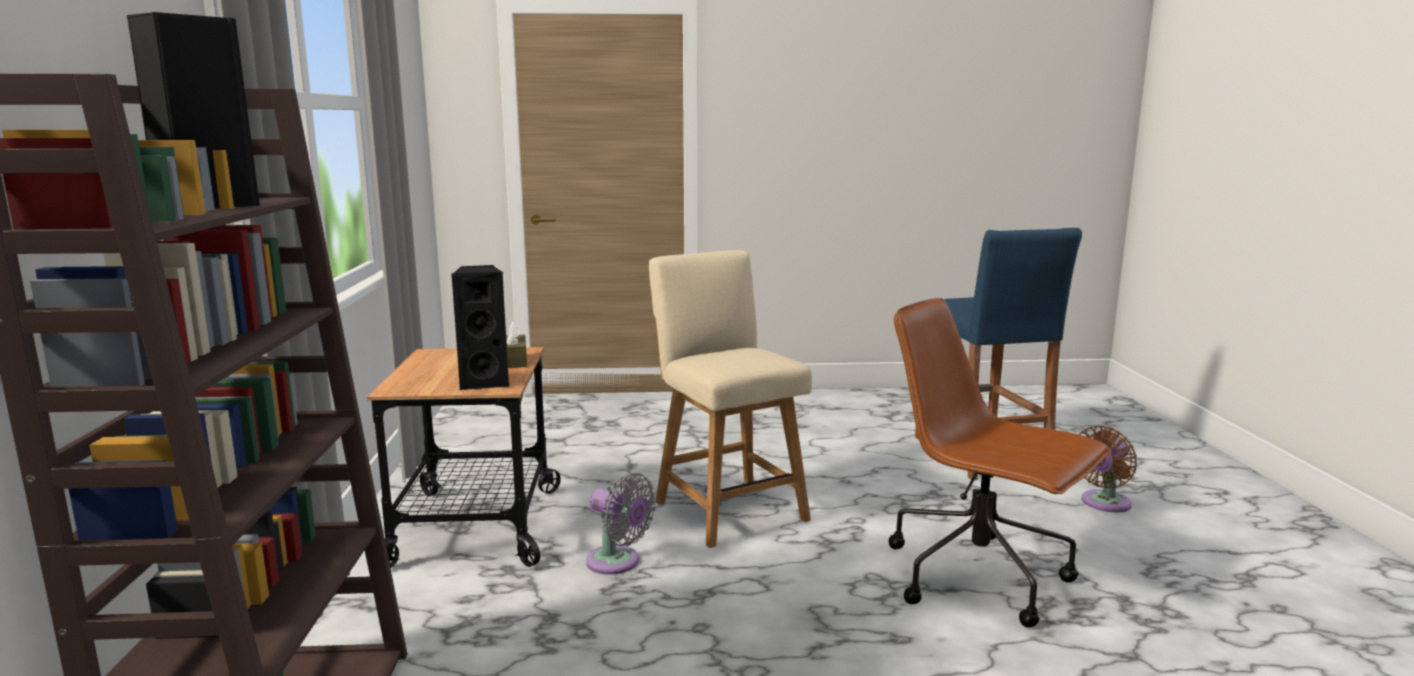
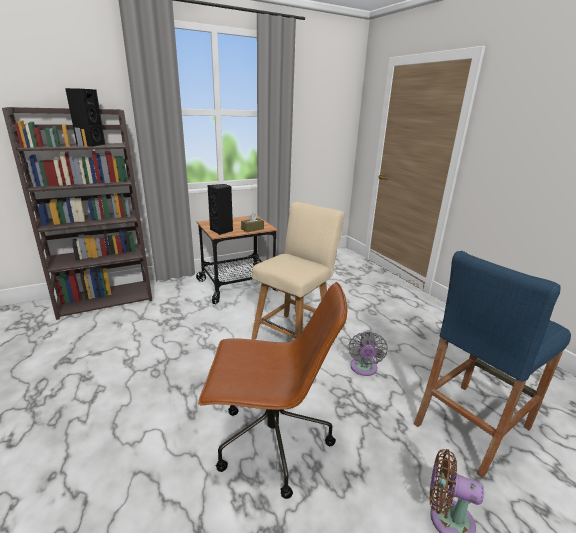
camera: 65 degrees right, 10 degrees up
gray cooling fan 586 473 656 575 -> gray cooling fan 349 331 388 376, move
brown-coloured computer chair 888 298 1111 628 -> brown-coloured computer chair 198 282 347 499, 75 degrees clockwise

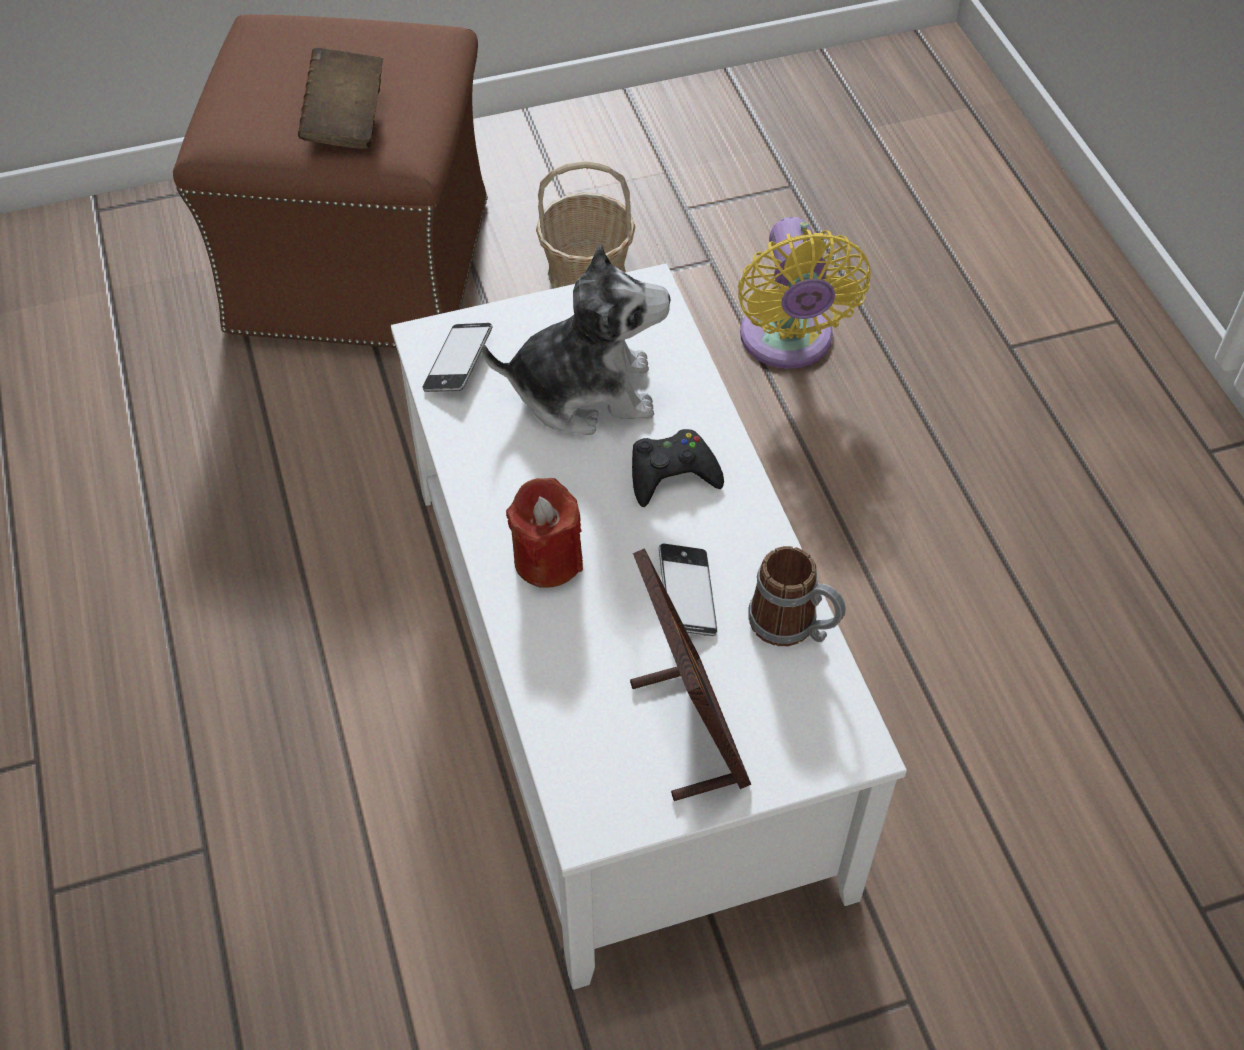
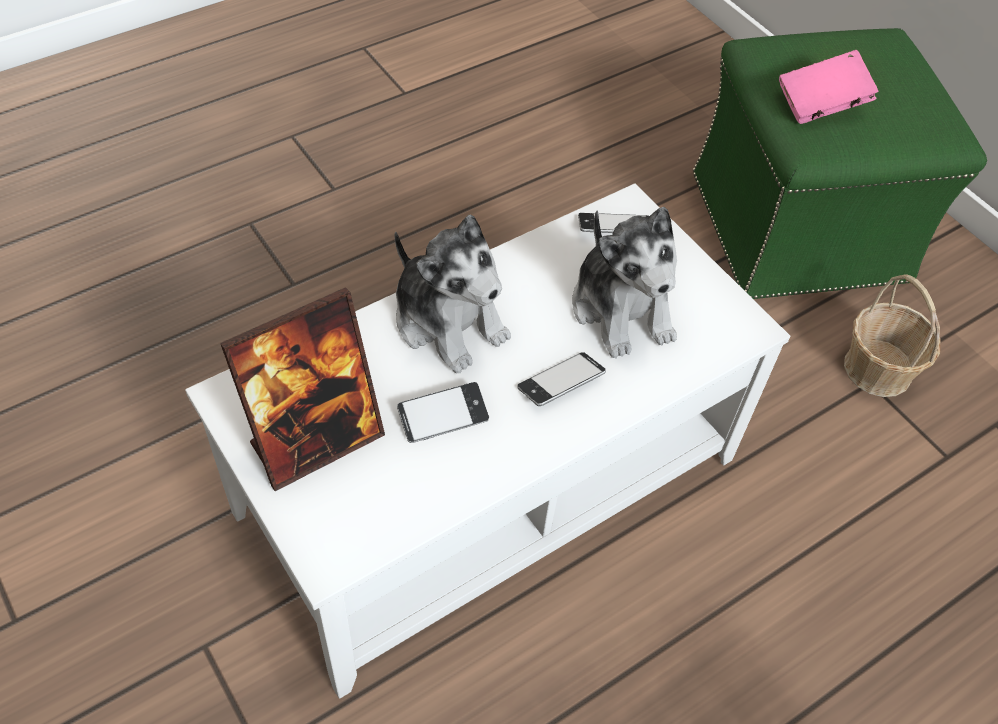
camera: 70 degrees right, 0 degrees up
yellow-coloured cooling fan 738 217 871 369 -> none
tea mug 748 546 846 646 -> none
red wax candle 506 478 583 588 -> soft toy 395 214 511 374
black-coloured gamepad 632 429 724 507 -> phone 517 352 606 406
brown-coloured footrest 173 14 488 348 -> green-coloured footrest 693 28 987 299
brown-coloured book 298 47 383 149 -> pinkish book 779 50 879 124

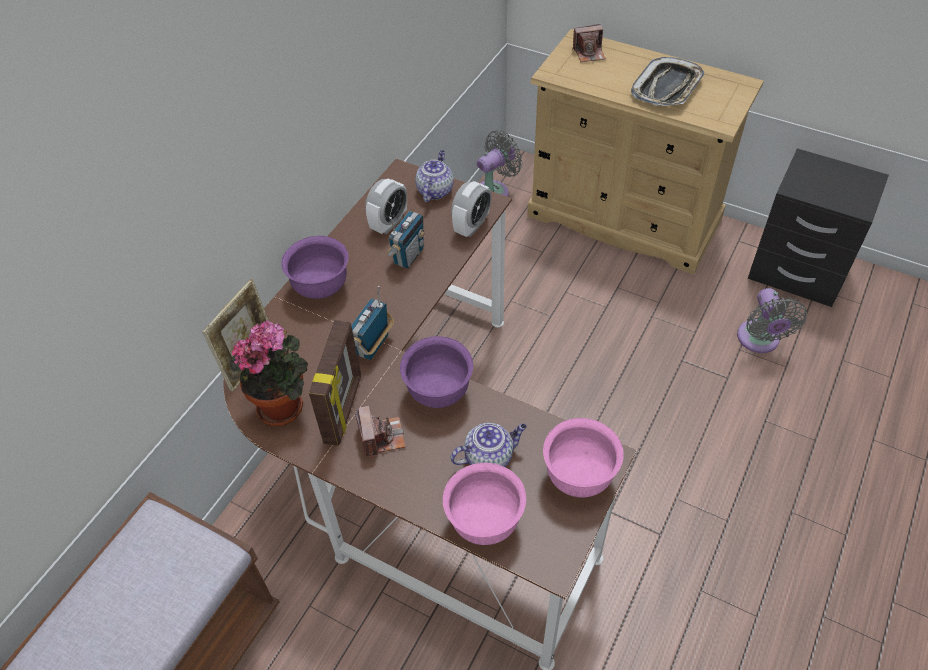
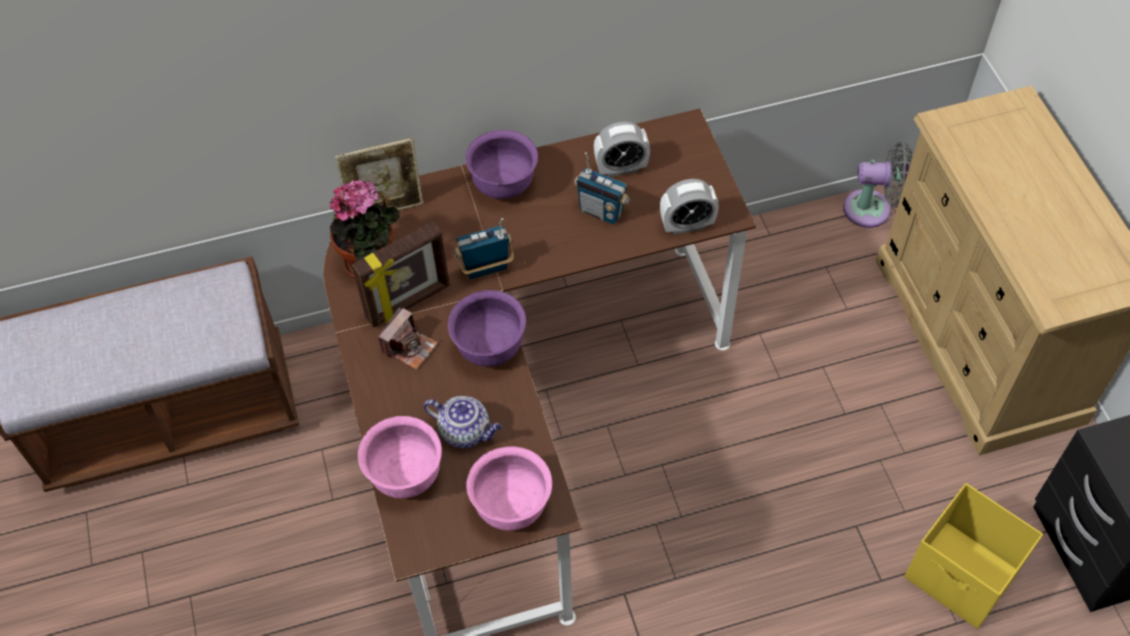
camera: 45 degrees right, 5 degrees up
tea pot 415 150 454 202 -> none
photo camera 572 24 606 62 -> none
carrying tray 631 57 704 106 -> none
gray cooling fan 737 288 807 353 -> yellow-coloured storage container 904 483 1043 629
radio 386 211 425 269 -> radio 574 152 631 224, 45 degrees clockwise

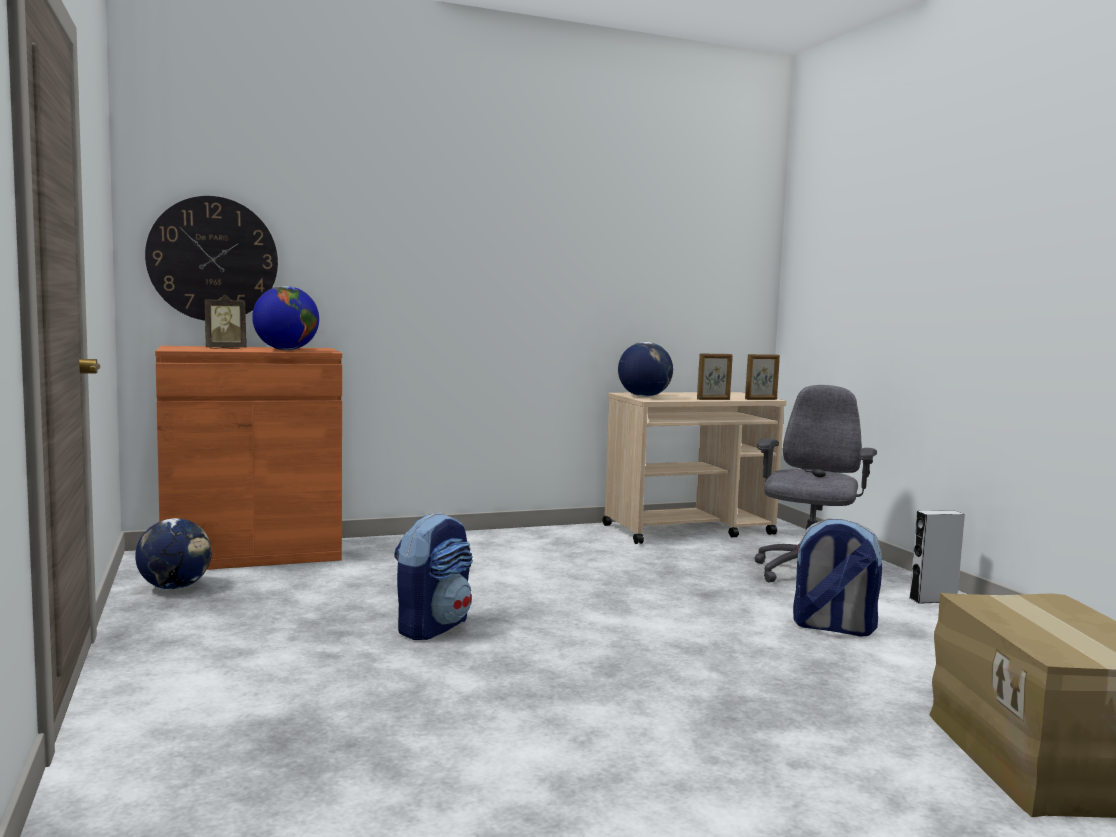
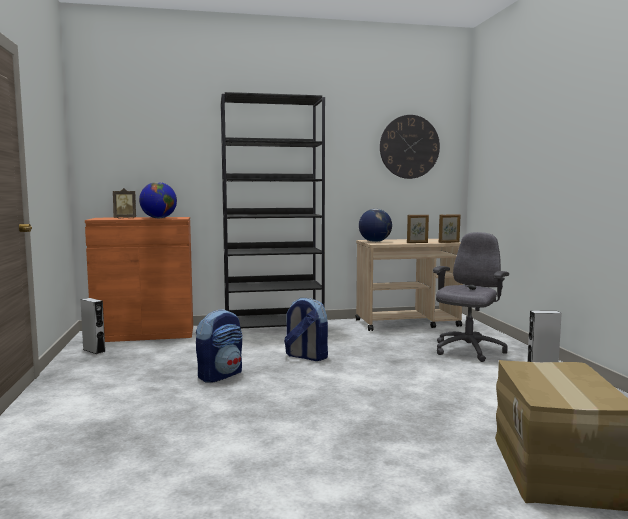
camera: 10 degrees right, 0 degrees up
none -> black-coloured bookcase 221 92 325 328
hanging clock 145 196 278 321 -> hanging clock 380 115 440 179, move
rucksack 793 519 882 637 -> rucksack 284 298 328 361, move
world globe 135 518 212 589 -> gray speaker 80 298 105 354

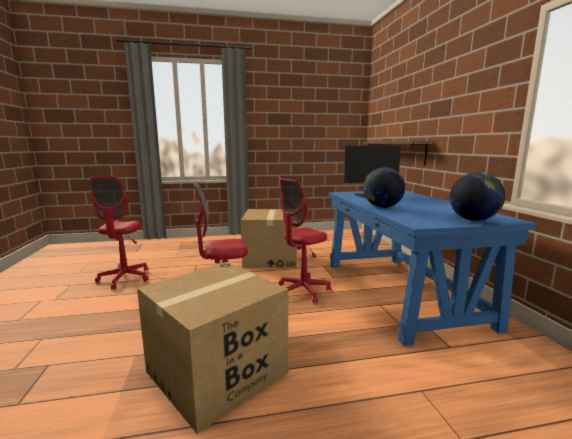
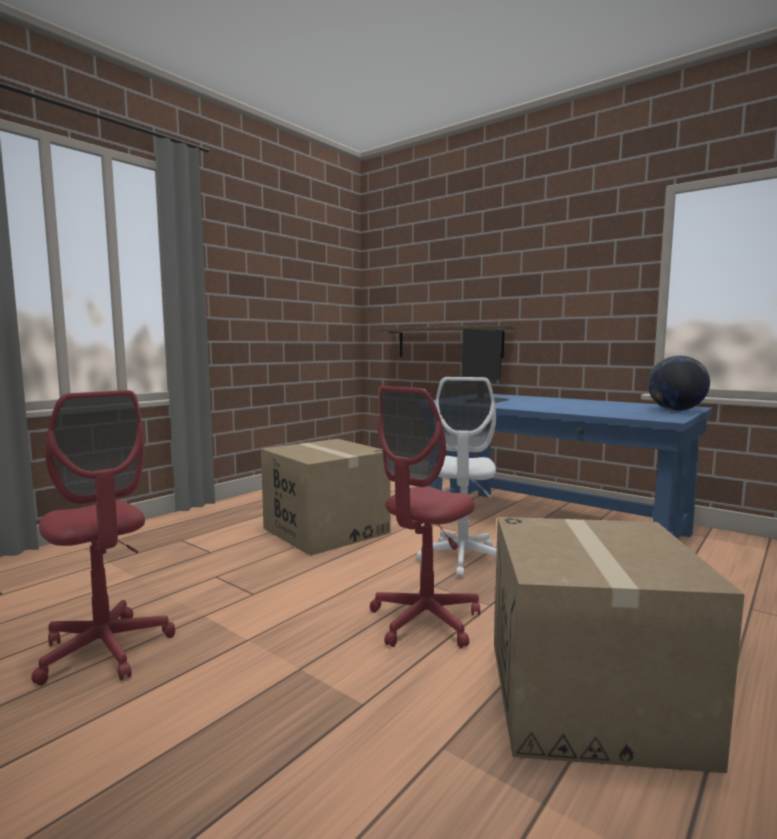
camera: 40 degrees left, 5 degrees down
world globe 364 167 405 208 -> none
red computer chair 279 178 331 303 -> white computer chair 417 377 497 578

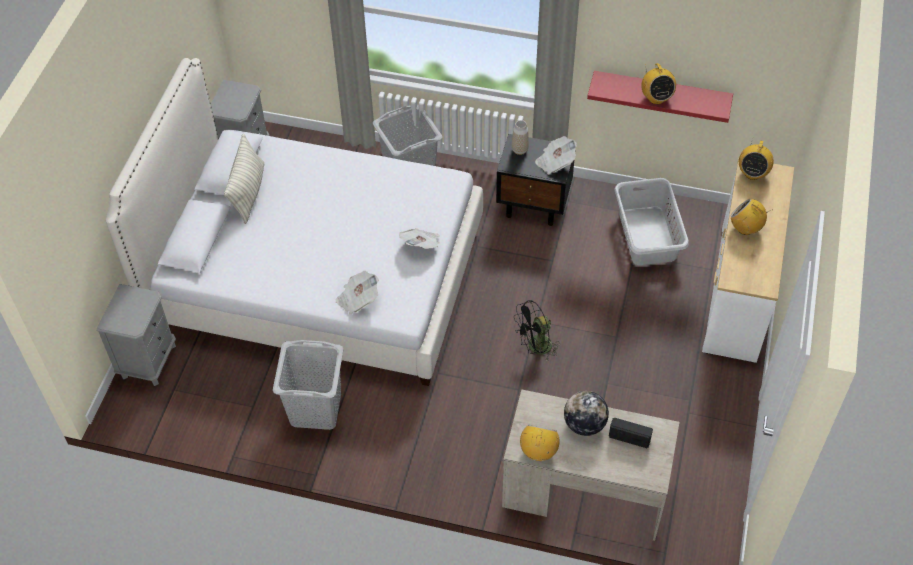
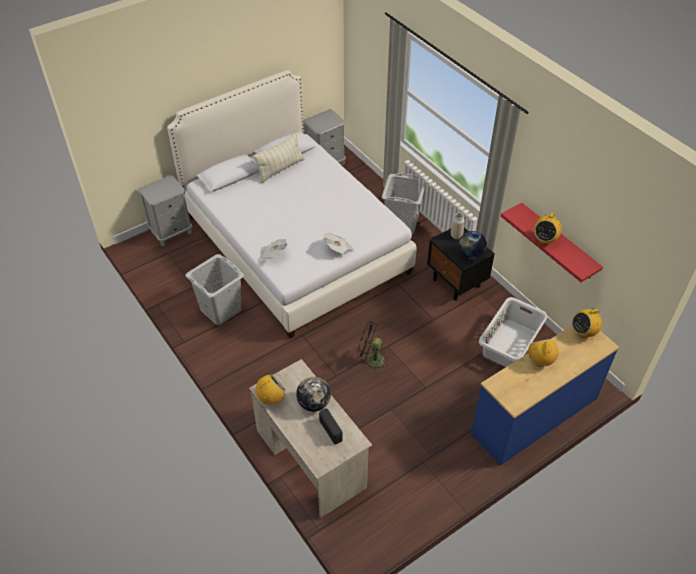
camera: 40 degrees right, 5 degrees down
printed paper 535 136 577 174 -> world globe 458 231 487 260
white chest of drawers 702 158 794 363 -> blue chest of drawers 471 326 619 466

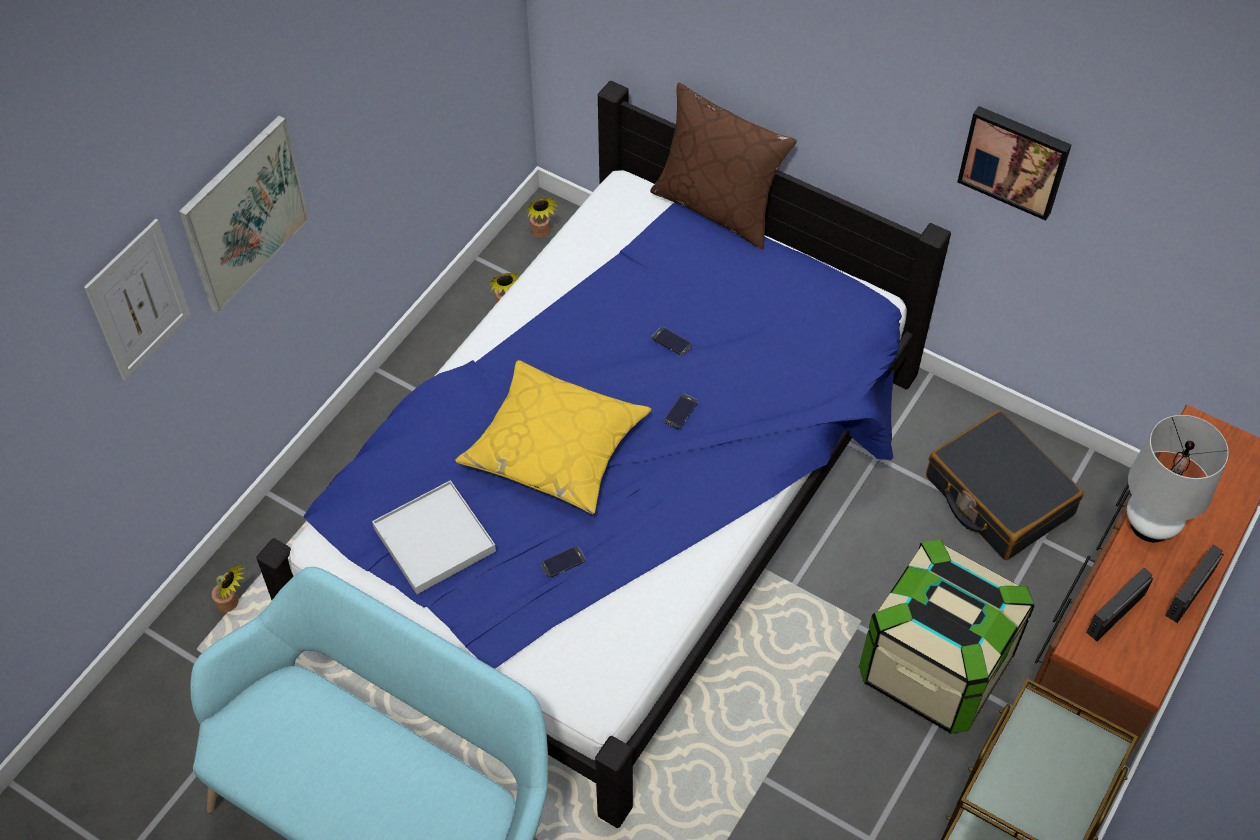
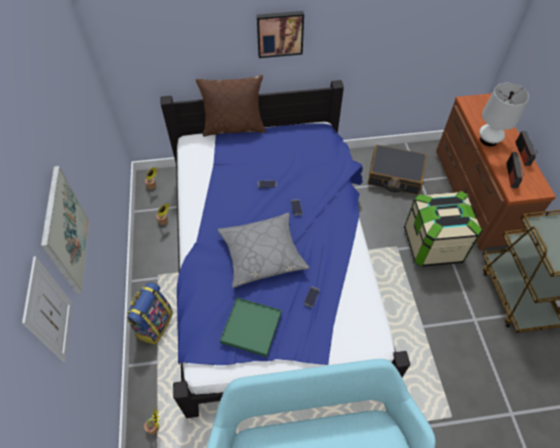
camera: 40 degrees left, 0 degrees up
none -> rucksack 126 282 173 345
picture 957 106 1071 221 -> picture 257 11 304 58, move
white carrying tray 372 480 496 594 -> green-coloured carrying tray 220 298 282 357
yellow-coloured pillow 455 360 651 514 -> gray pillow 218 213 309 288

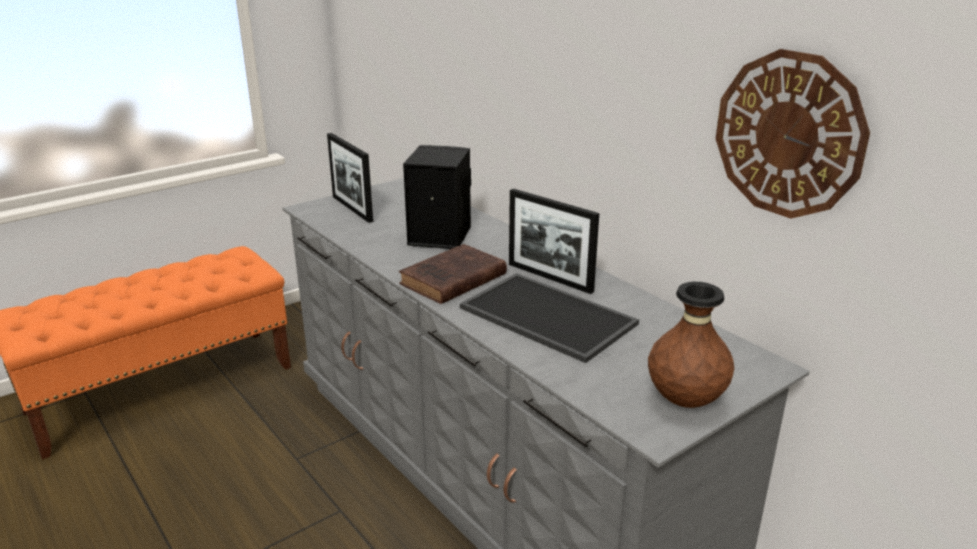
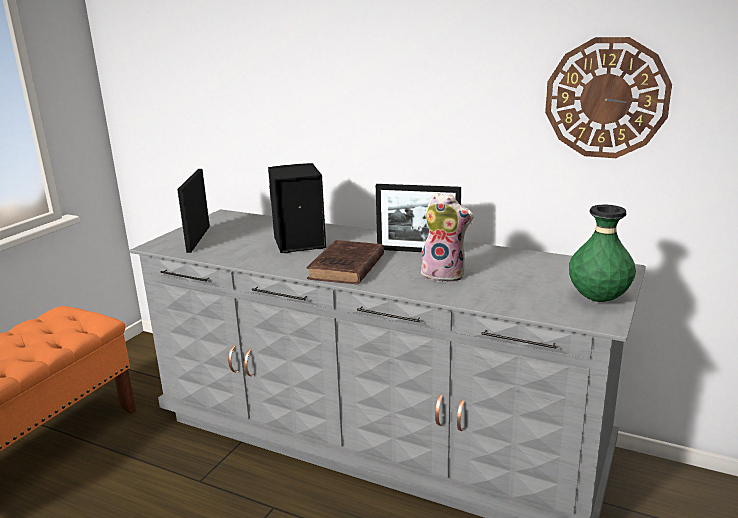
camera: 25 degrees left, 5 degrees down
carrying tray 460 273 639 363 -> soft toy 421 192 474 283
brown-coloured decorative vase 648 282 734 408 -> green-coloured decorative vase 569 205 636 302
standing frame 327 133 373 223 -> standing frame 177 169 210 253, 60 degrees clockwise

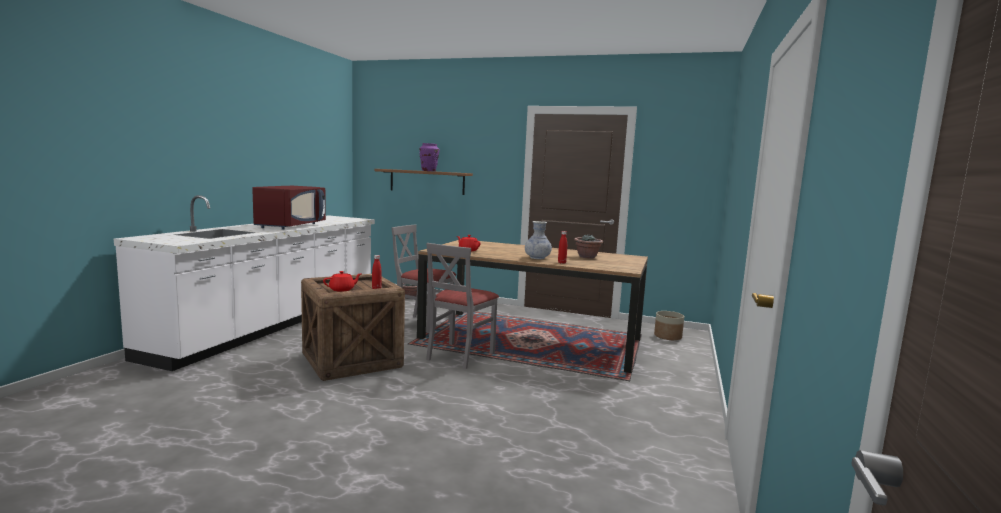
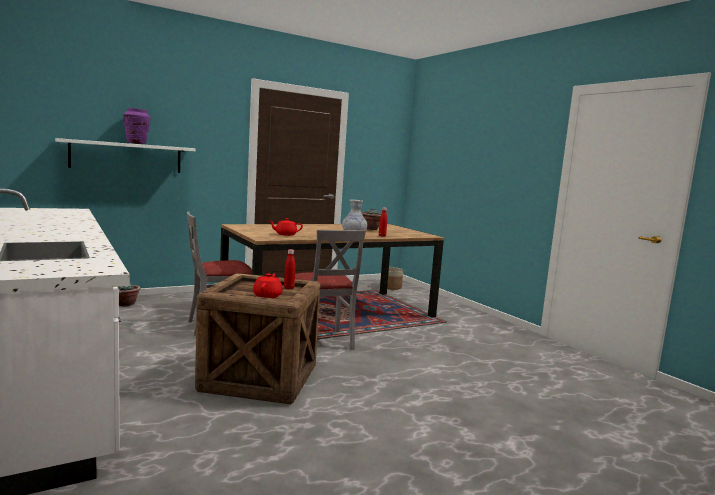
camera: 50 degrees left, 0 degrees up
red microwave 252 186 326 230 -> none
brown-coloured wall shelf 375 169 473 195 -> white wall shelf 55 138 195 173

